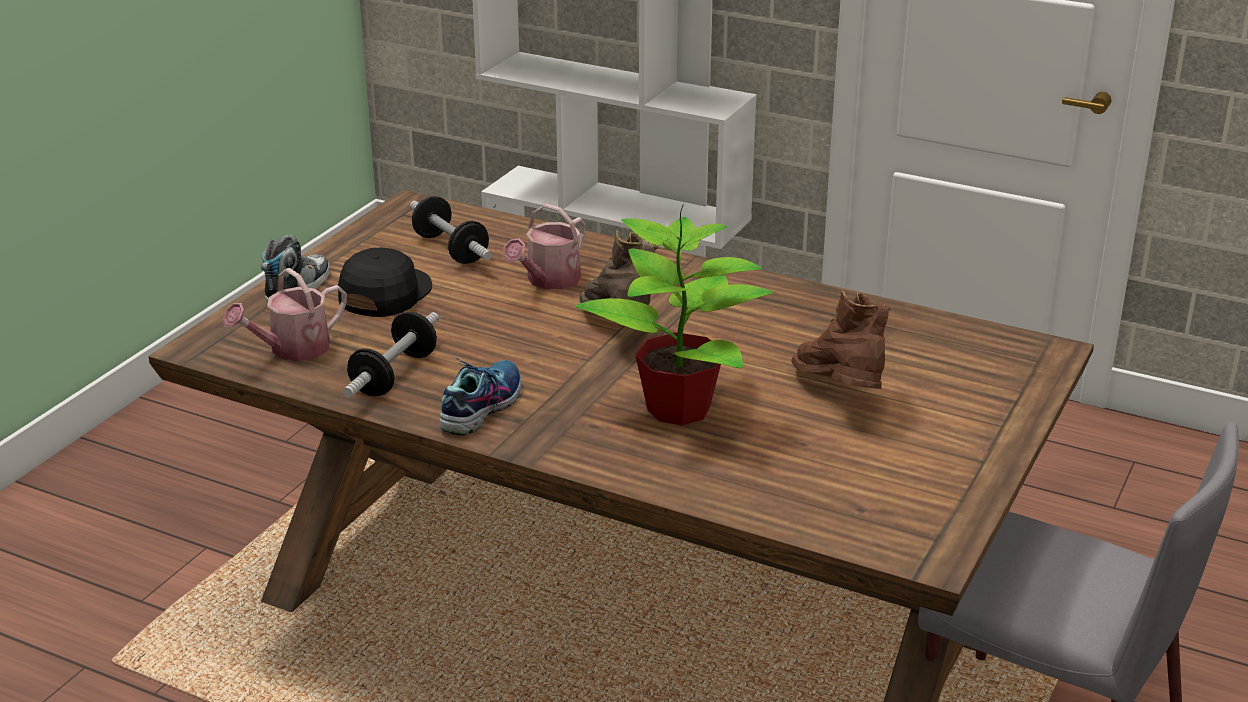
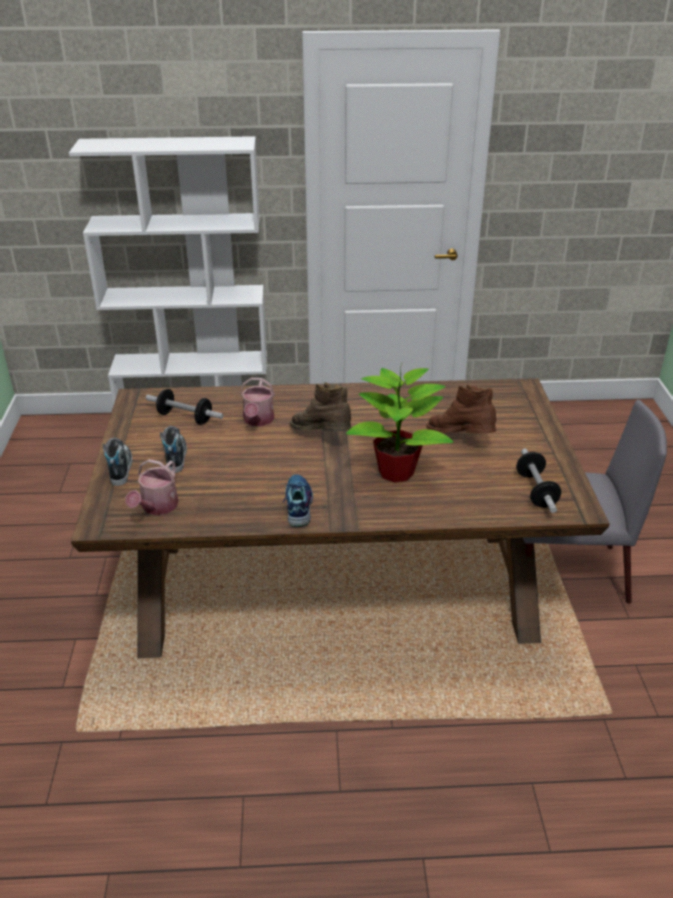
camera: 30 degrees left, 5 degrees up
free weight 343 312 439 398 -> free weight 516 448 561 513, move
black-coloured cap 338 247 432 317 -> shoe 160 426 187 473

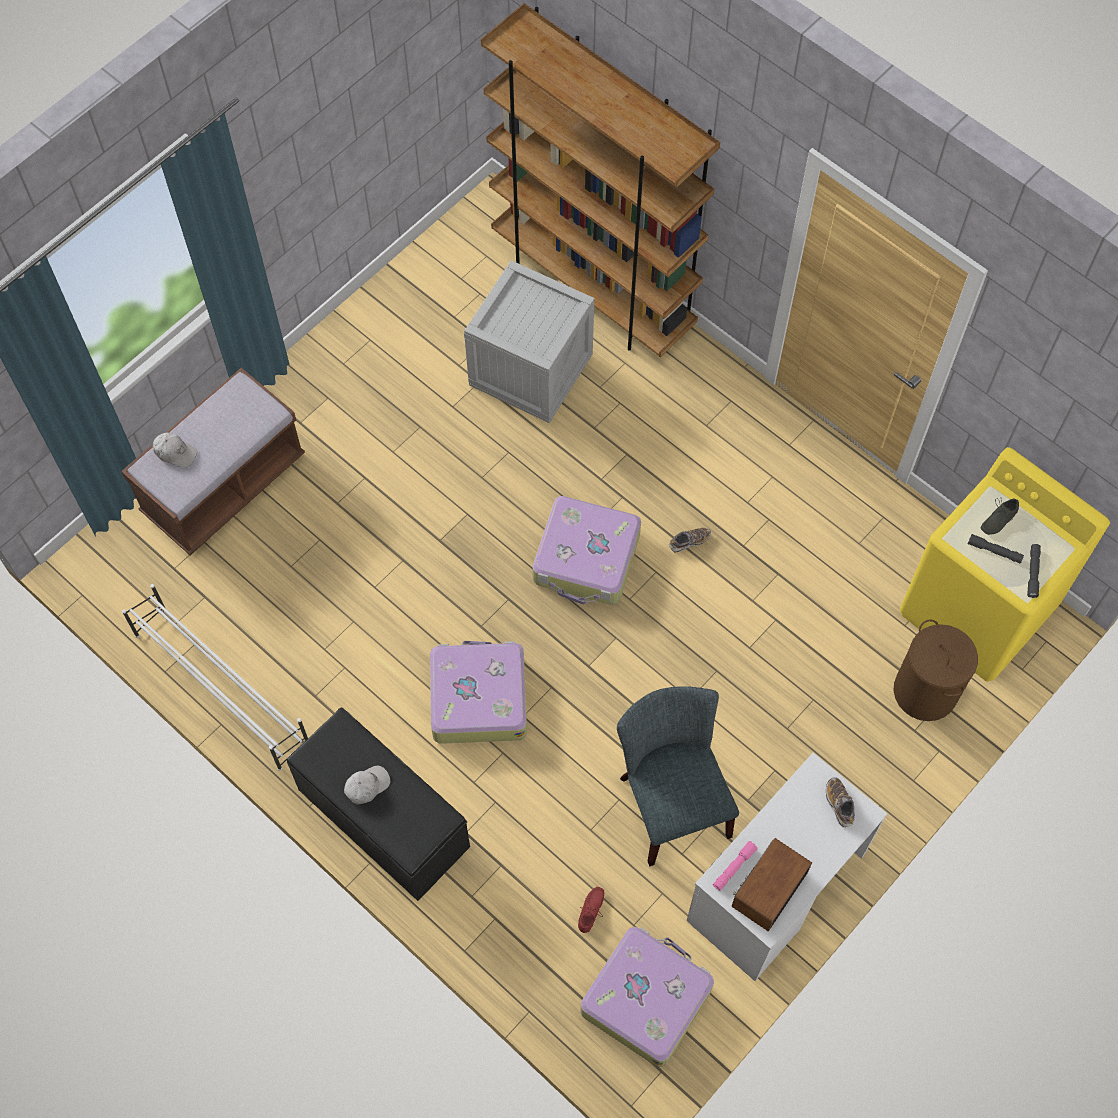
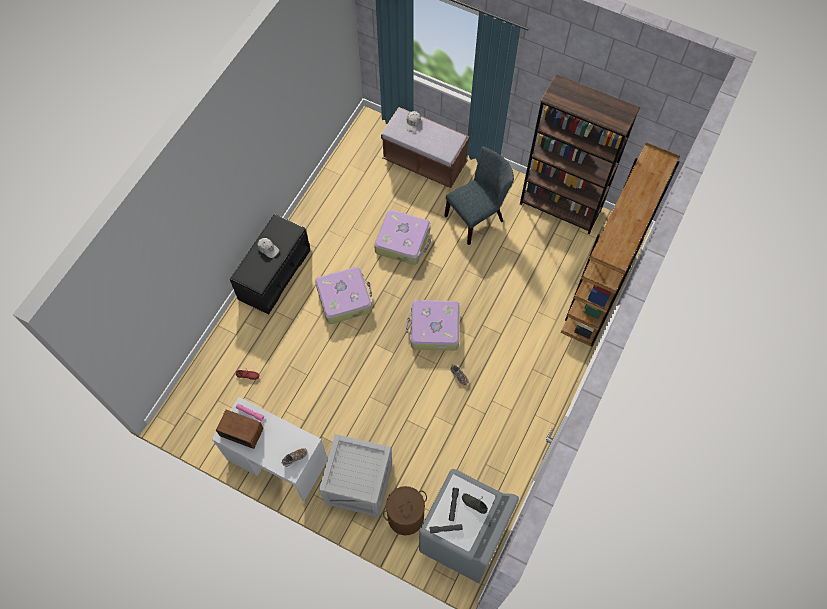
camera: 75 degrees right, 0 degrees up
white shoe shelf 122 584 308 771 -> none
none -> brown-coloured bookcase 520 74 640 234
shipping crate 464 260 594 423 -> shipping crate 319 434 392 517, move
piece of luggage 581 927 714 1067 -> piece of luggage 374 210 431 265, move
gray chair 617 686 739 866 -> gray chair 444 146 514 245, move
yellow-coloured washing machine 900 447 1110 682 -> gray washing machine 419 469 519 583

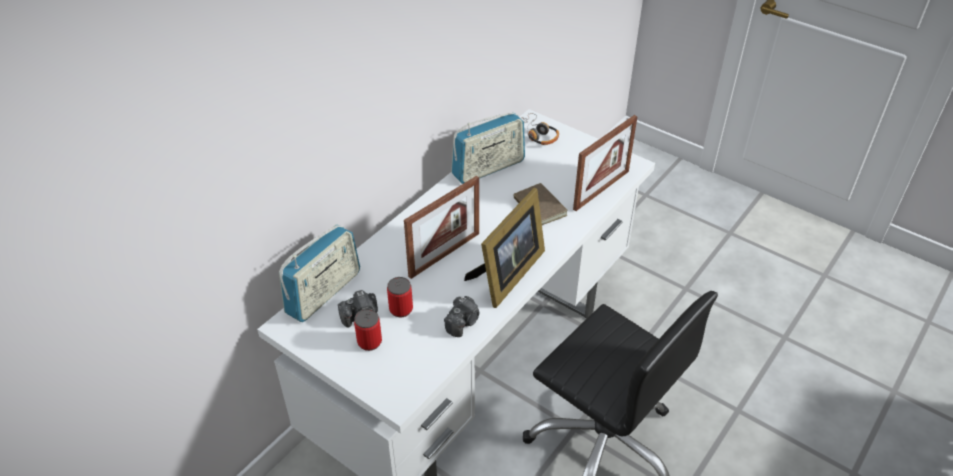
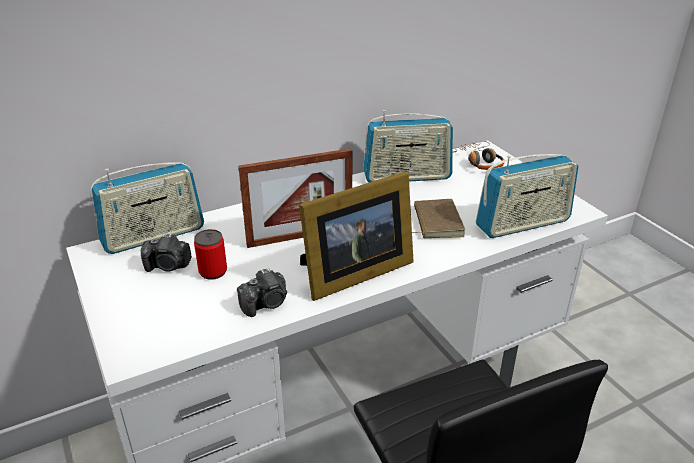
camera: 25 degrees right, 10 degrees down
metal can 354 309 382 351 -> none
standing frame 573 115 638 211 -> radio 476 154 578 238

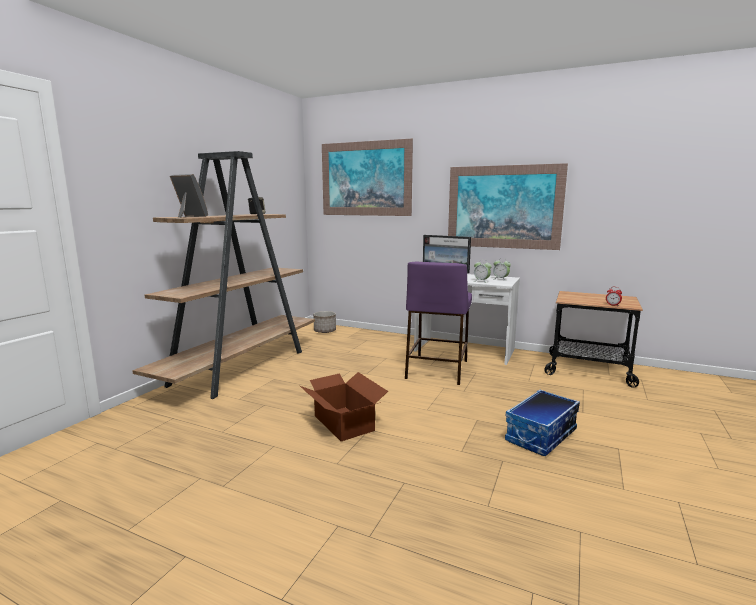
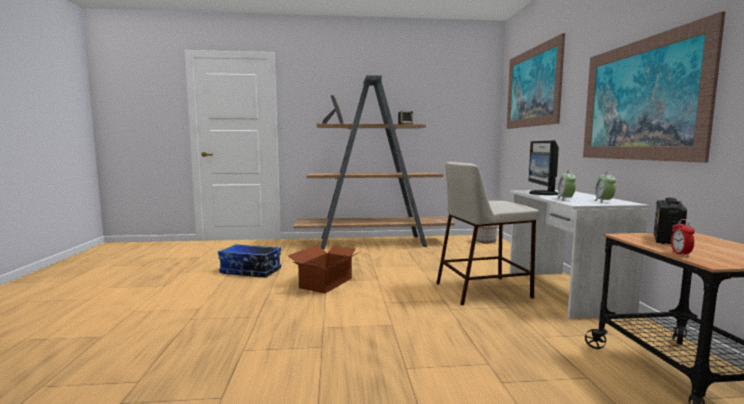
camera: 60 degrees right, 5 degrees down
none -> radio 654 198 687 244
storage container 505 390 580 456 -> storage container 218 244 281 278, move
purple-coloured stool seat 405 262 472 385 -> beige stool seat 436 162 539 305

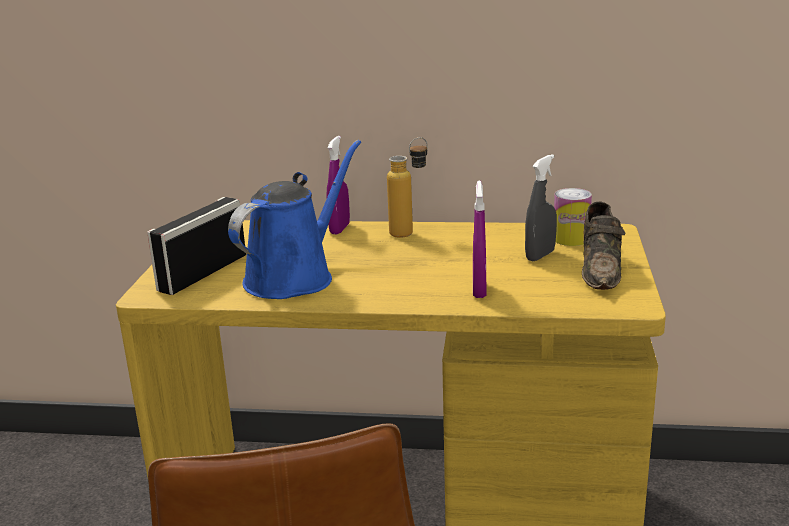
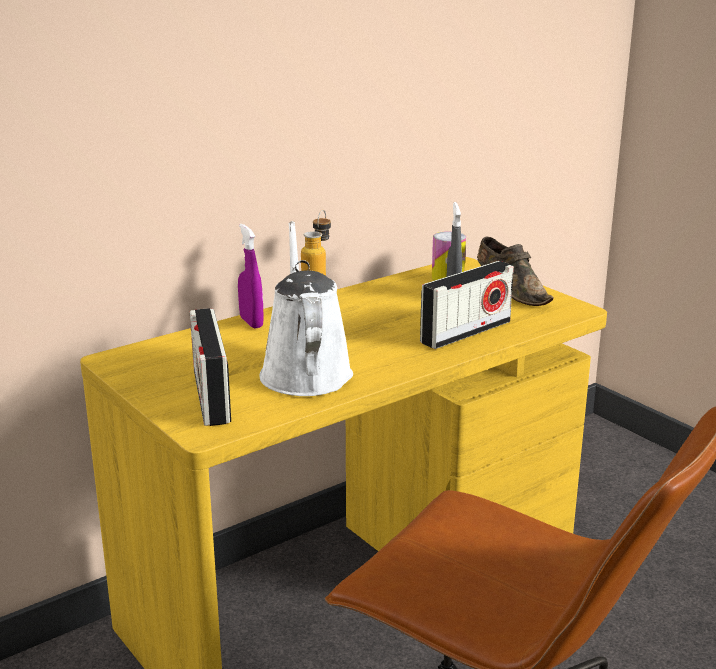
camera: 45 degrees left, 0 degrees up
purple-coloured hand sprayer 473 180 487 298 -> radio 420 261 514 349
blue watering can 228 140 361 299 -> white watering can 259 221 353 396

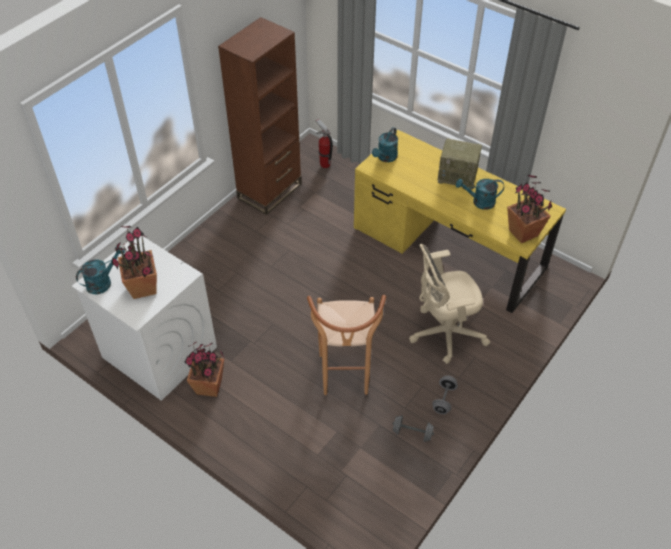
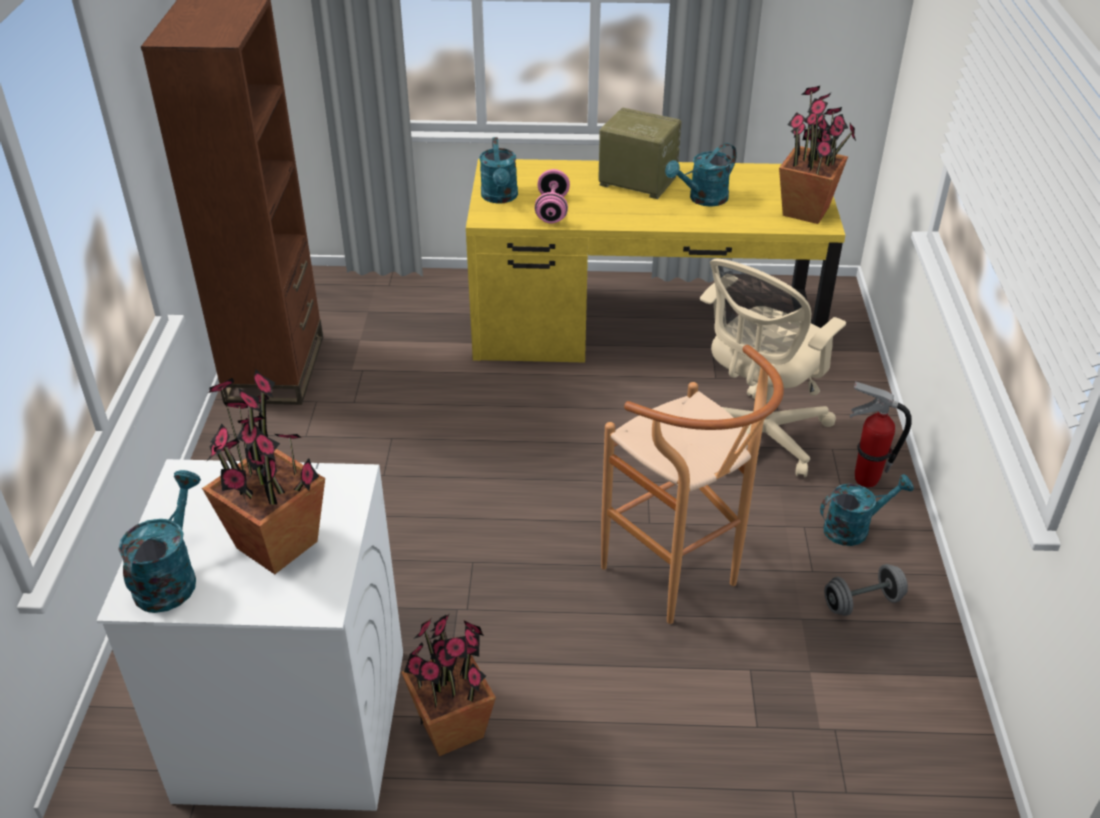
camera: 35 degrees left, 10 degrees down
none -> pinkish free weight 535 169 570 223
fire-fighting cylinder 315 119 333 168 -> fire-fighting cylinder 850 381 912 487, move
gray free weight 432 375 458 414 -> turquoise-coloured watering can 820 474 914 546
radio 437 138 482 190 -> radio 598 108 682 199, 135 degrees counterclockwise

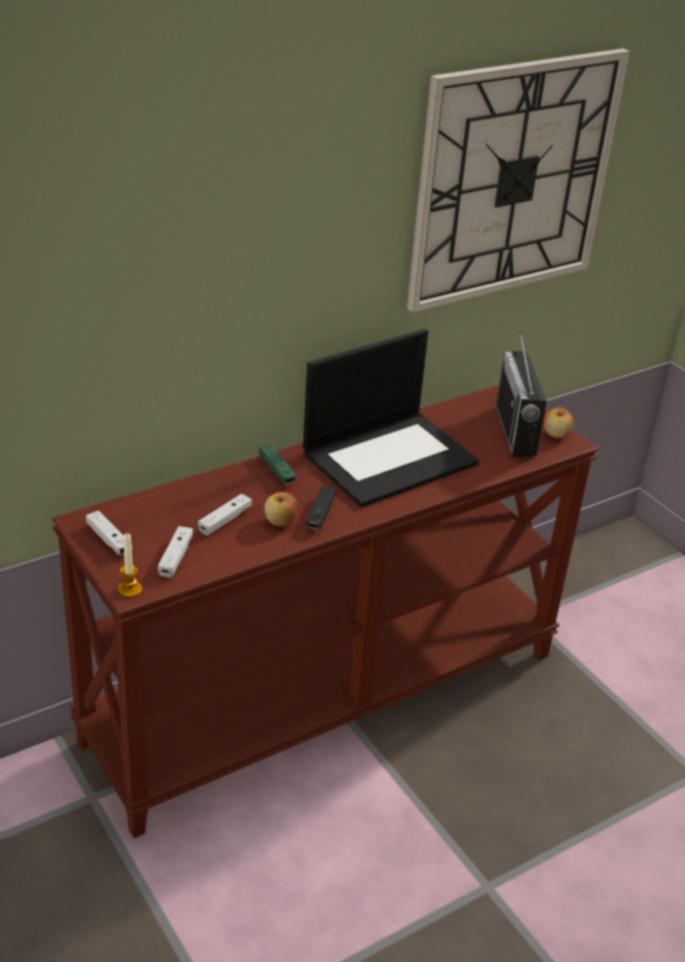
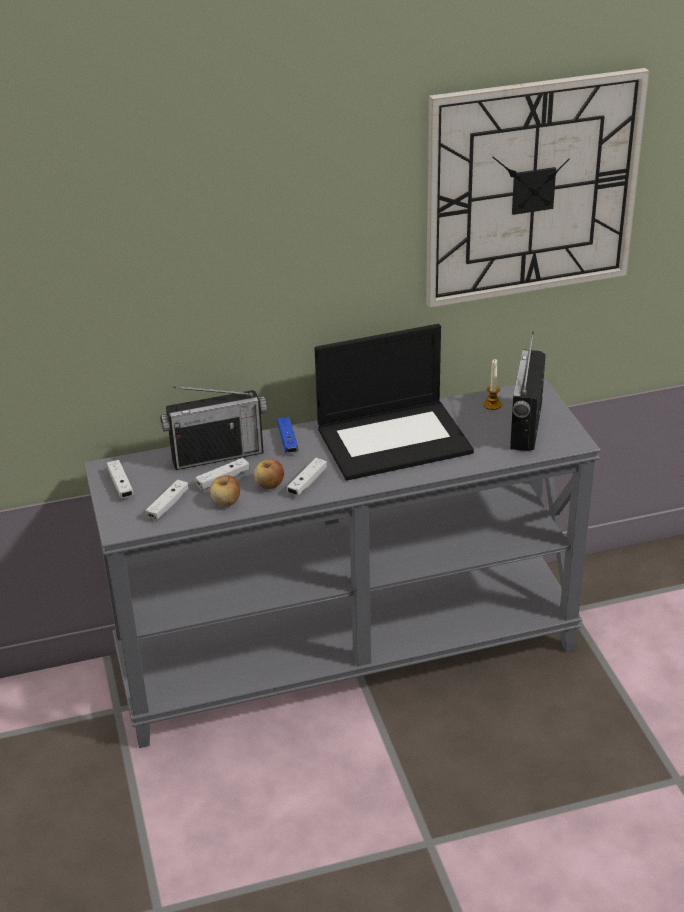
camera: 20 degrees right, 0 degrees up
none -> radio 160 386 267 470
wax candle 118 533 142 597 -> wax candle 484 359 502 410, move
apple 544 407 573 438 -> apple 210 475 240 507, move
brown-coloured console table 52 385 599 838 -> gray console table 84 379 601 748
green-coloured gamepad 259 444 297 484 -> blue gamepad 277 417 298 454
black-coloured gamepad 306 485 336 530 -> white gamepad 287 458 327 496

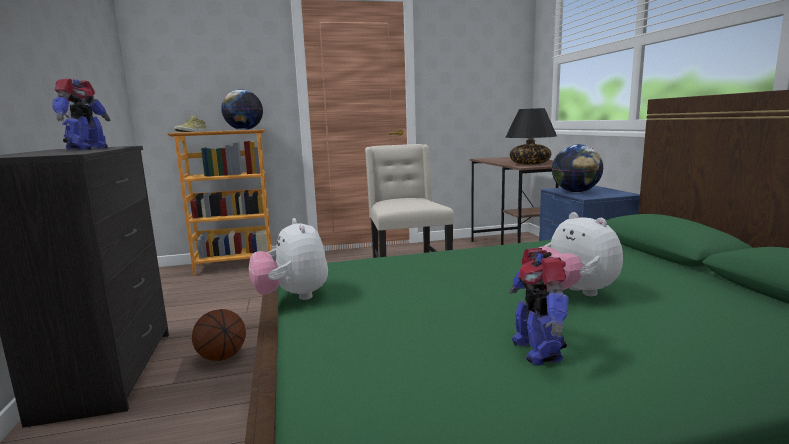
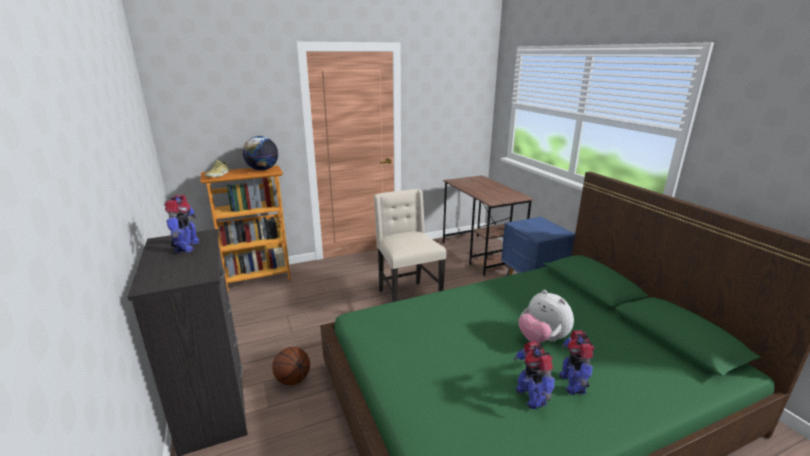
camera: 10 degrees left, 10 degrees up
soft toy 249 218 328 300 -> none
black-coloured tabletop lamp 505 108 557 165 -> none
world globe 552 144 604 193 -> none
none -> model robot 559 330 594 395

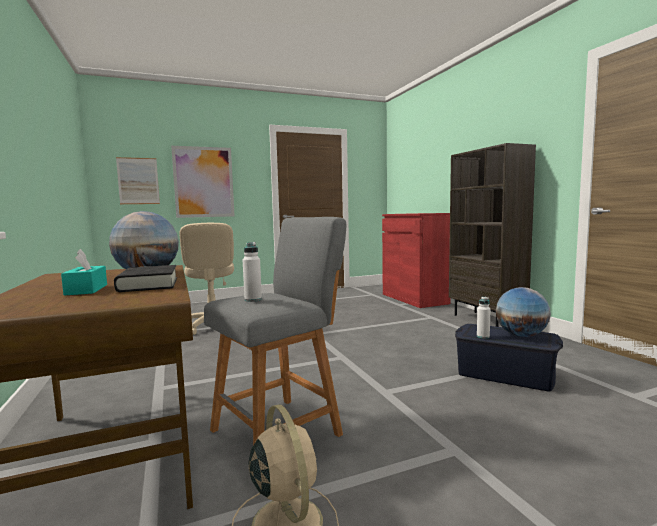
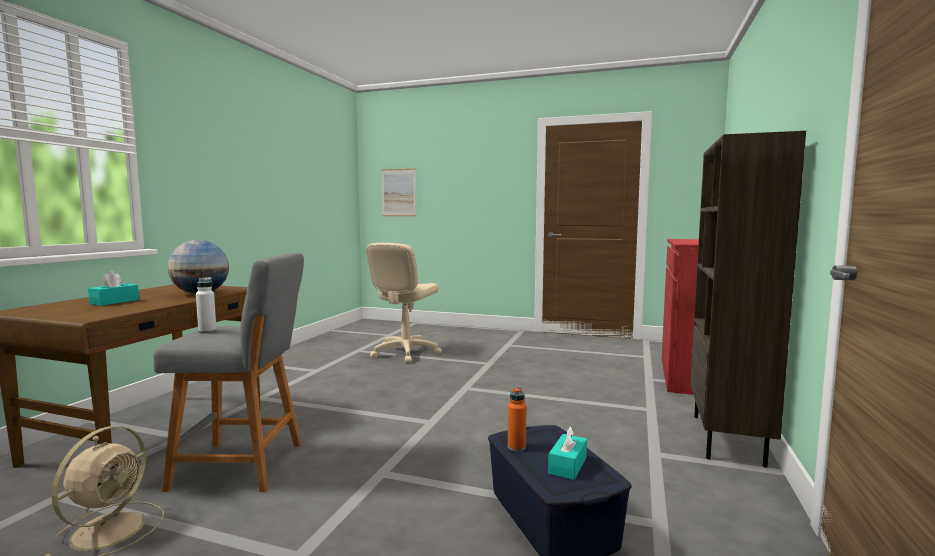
camera: 40 degrees right, 0 degrees up
black-coloured book 114 265 177 292 -> none
picture 171 146 235 218 -> none
world globe 496 287 551 337 -> turquoise-coloured box of tissues 548 426 587 480
white beverage bottle 477 296 490 339 -> orange-coloured beverage bottle 508 387 527 451

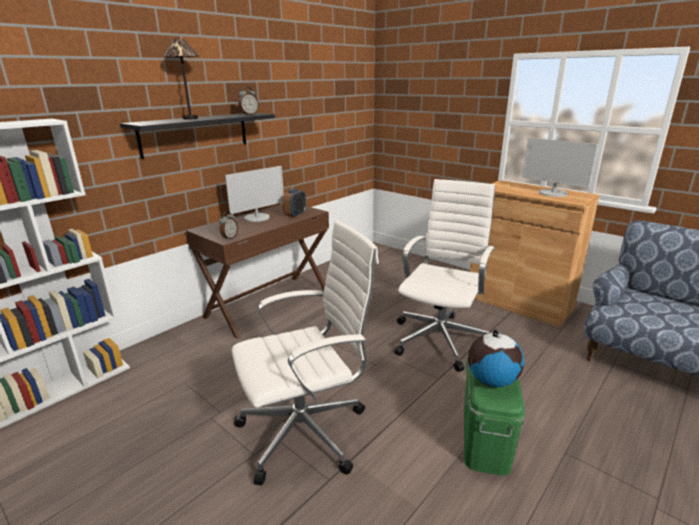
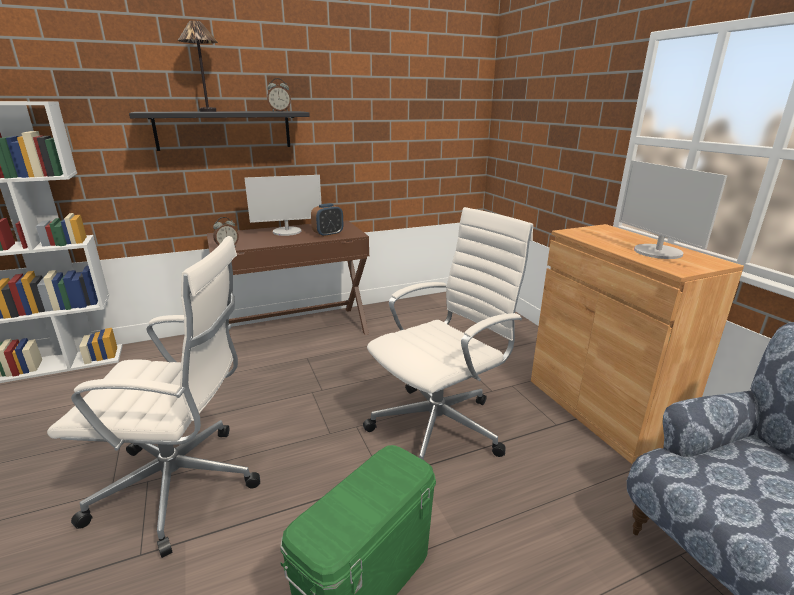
camera: 25 degrees right, 0 degrees up
world globe 468 329 524 387 -> none

